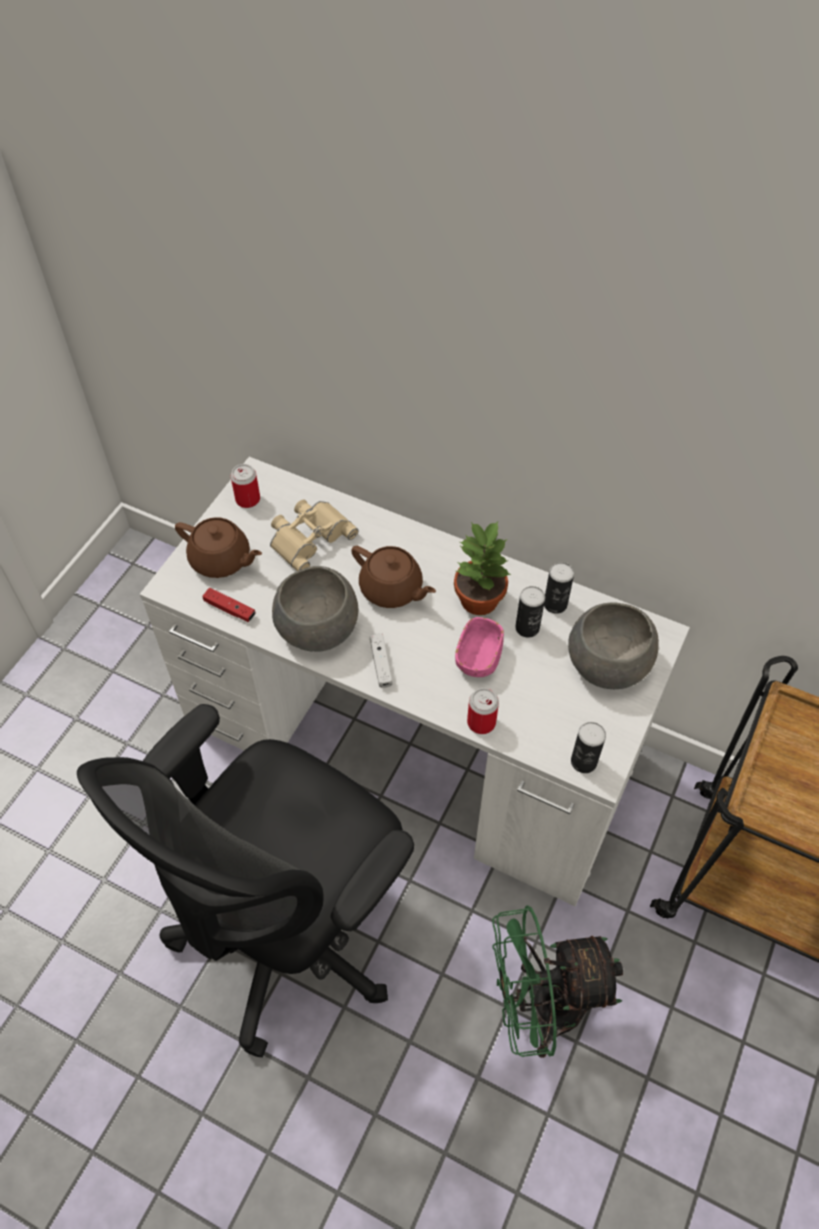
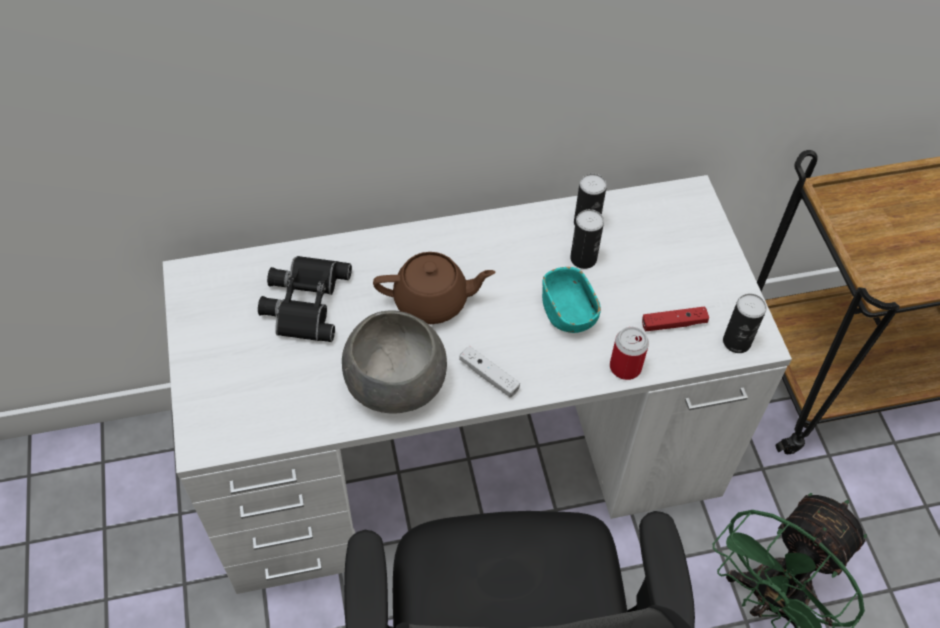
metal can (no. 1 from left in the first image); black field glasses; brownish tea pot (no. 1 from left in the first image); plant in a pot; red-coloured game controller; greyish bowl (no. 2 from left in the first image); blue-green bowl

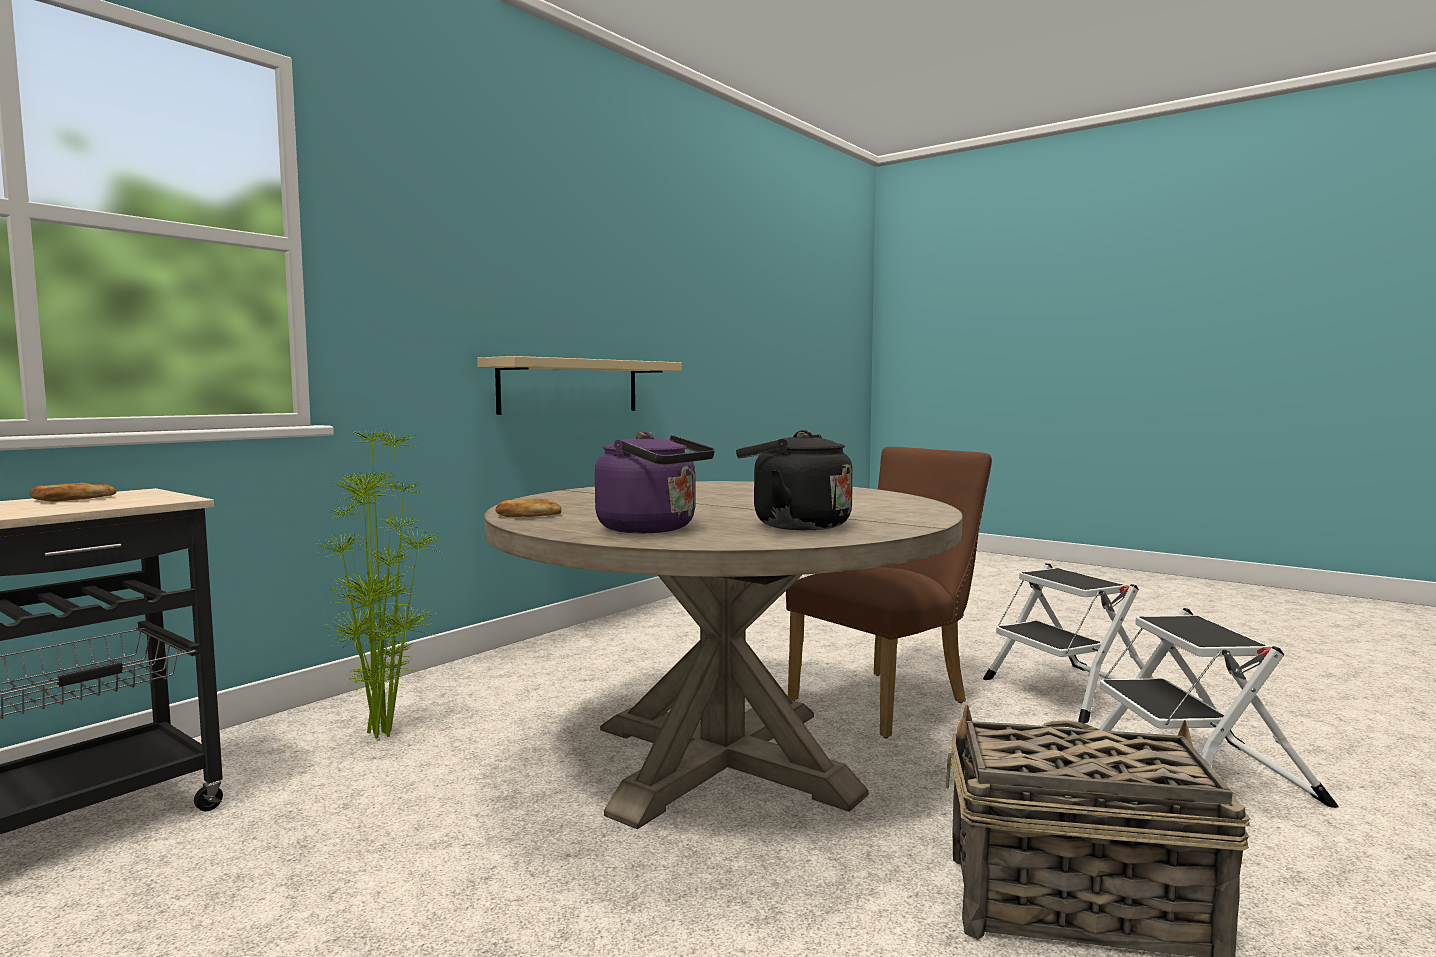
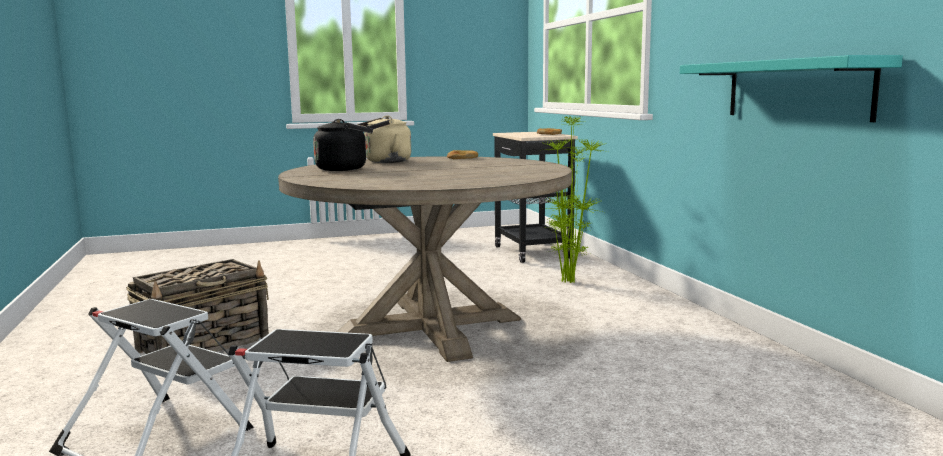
blue-green shelf; beige-coloured kettle; brownish chair

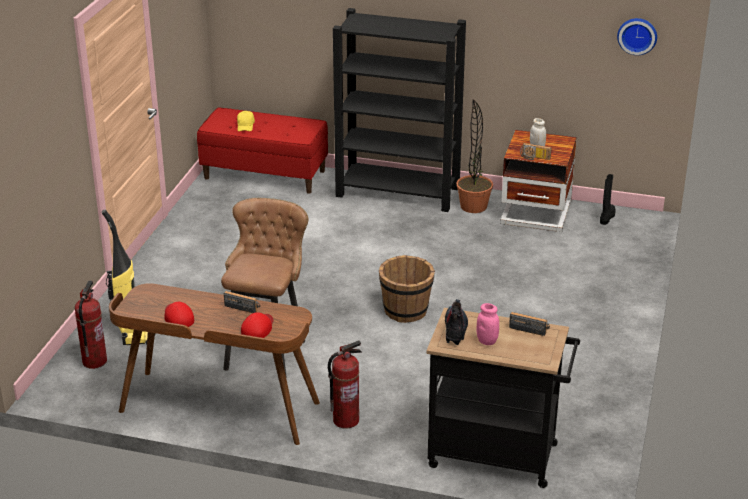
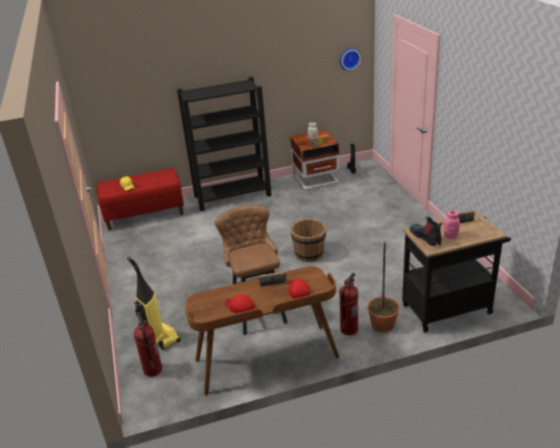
plant in a pot

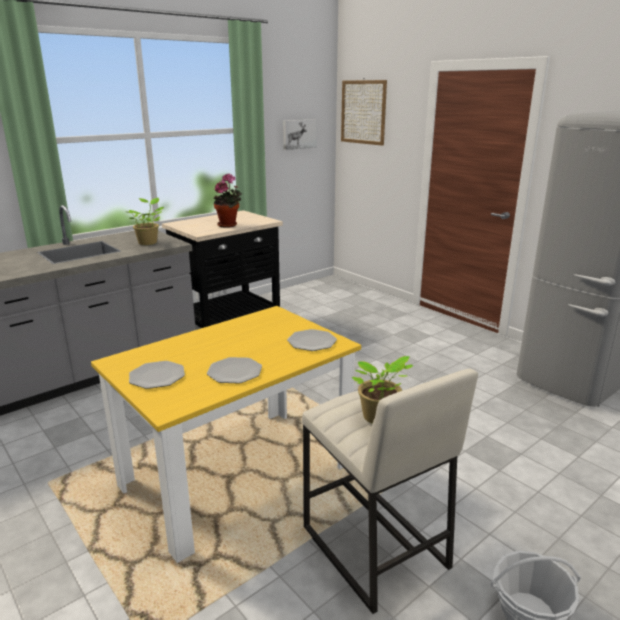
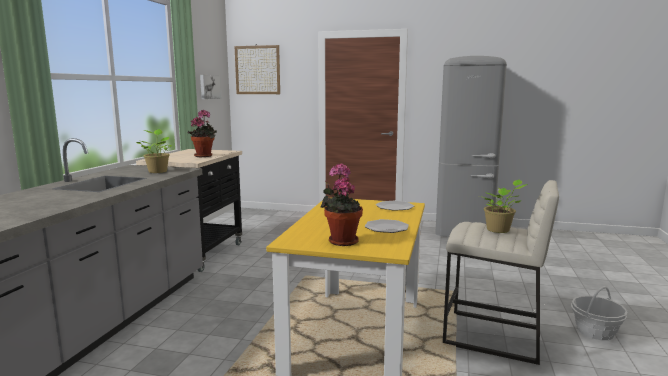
plant in a pot (no. 3 from left)

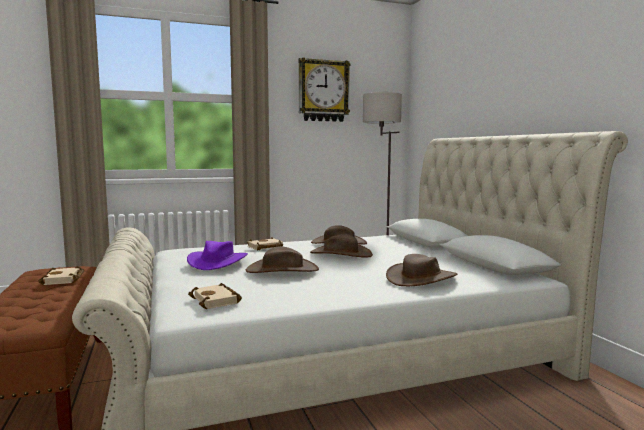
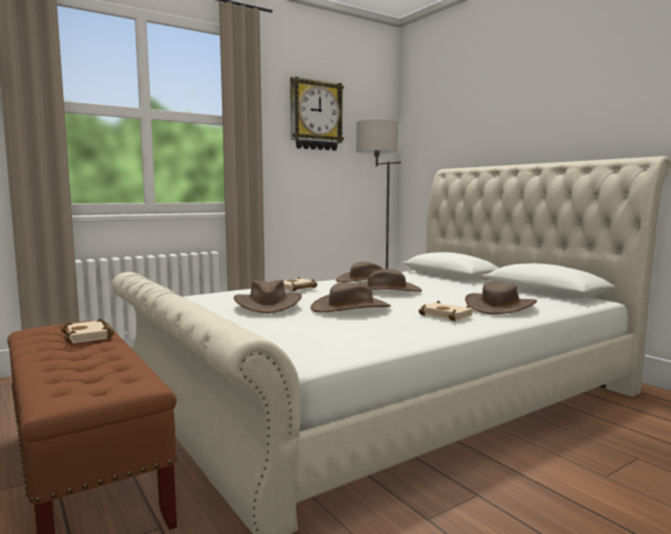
brownish clothing hat (no. 1 from left); beige-coloured book (no. 3 from left)

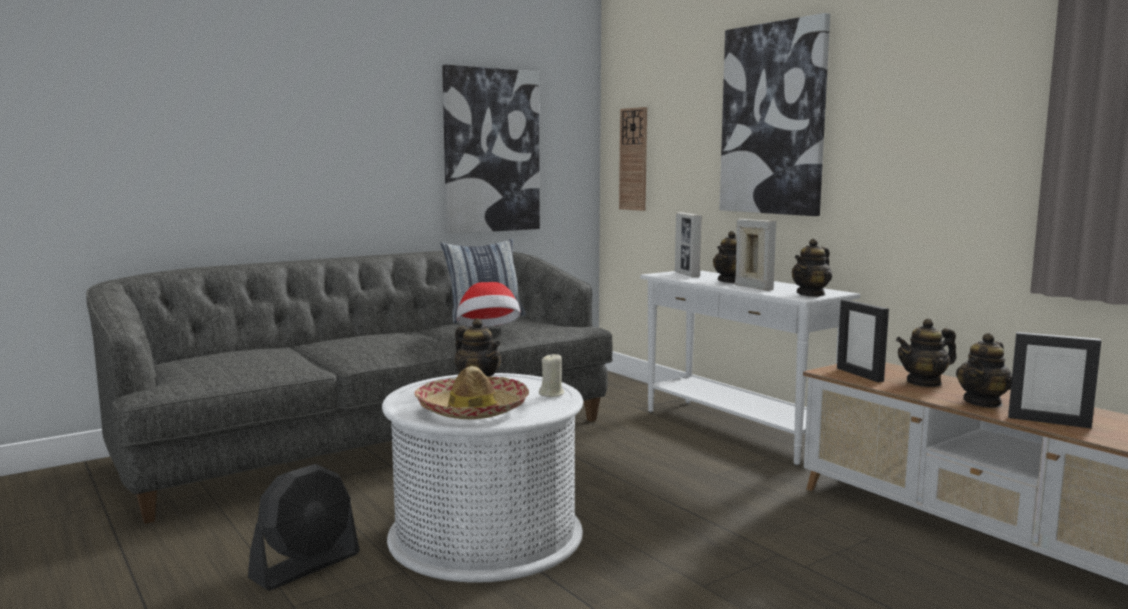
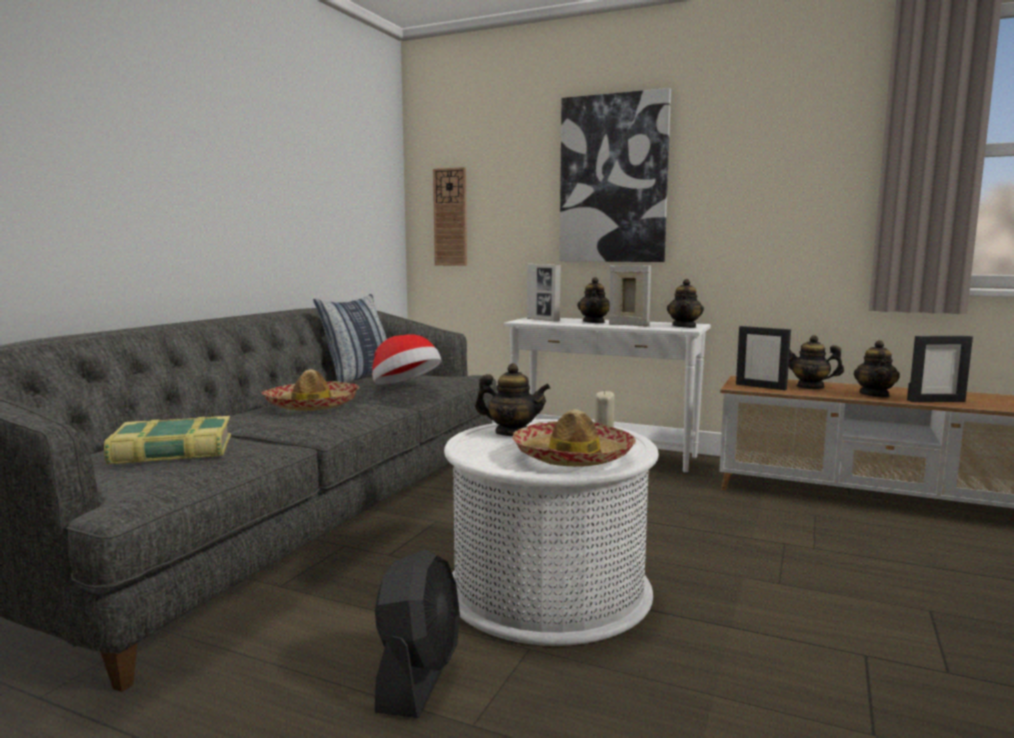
wall art (no. 1 from left in the first image); tea pot (no. 4 from left); clothing hat (no. 1 from left); book

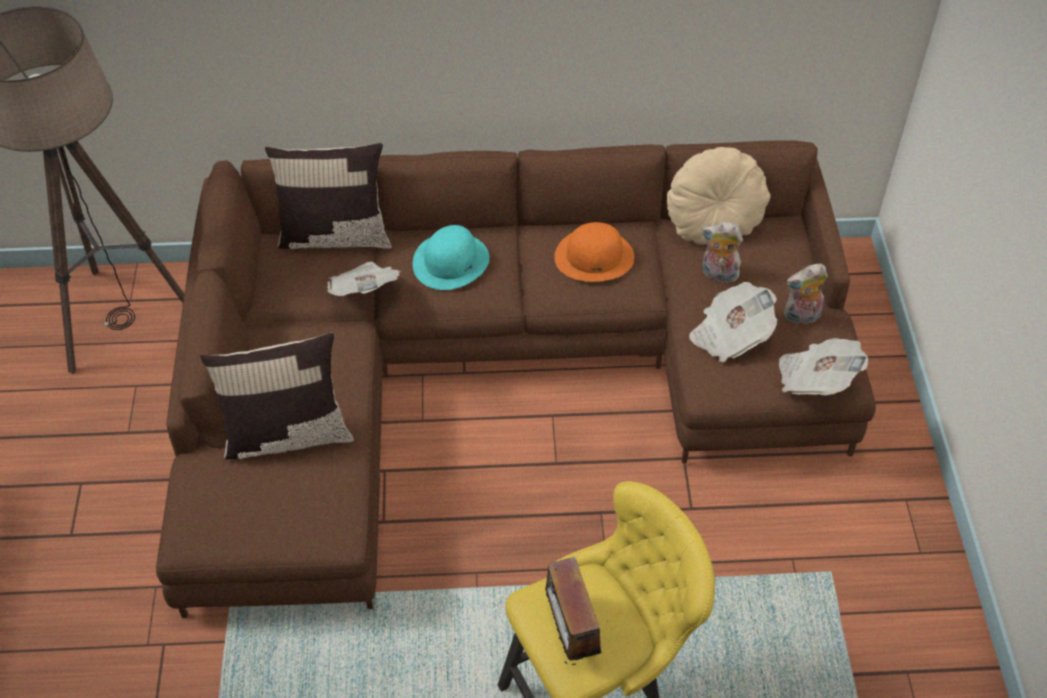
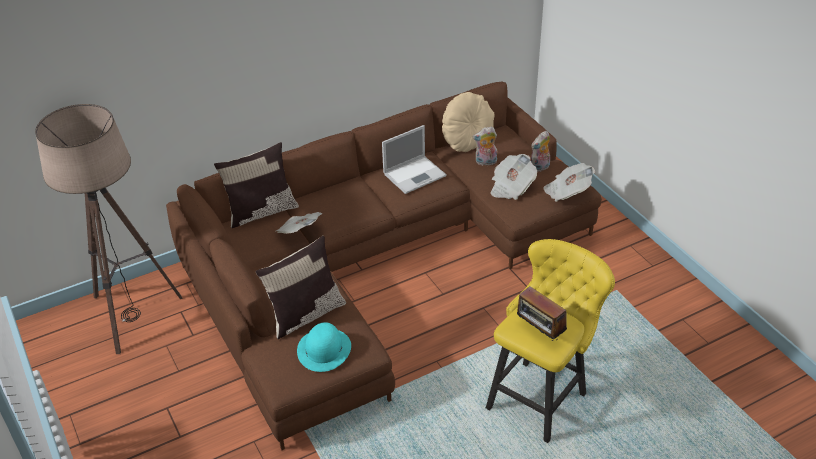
portable computer; blue-green clothing hat

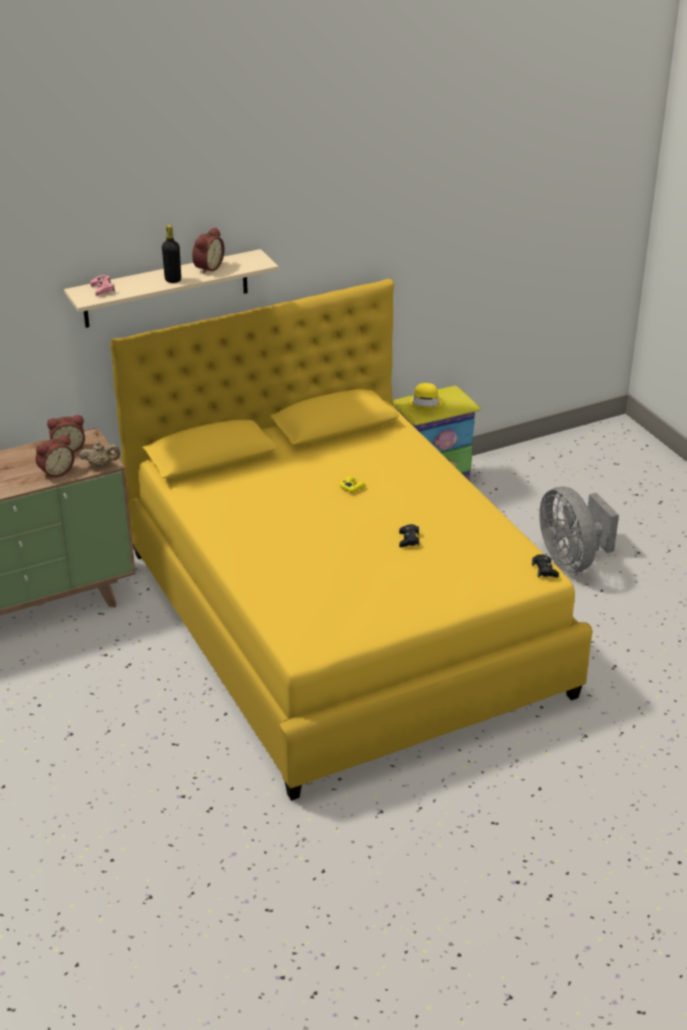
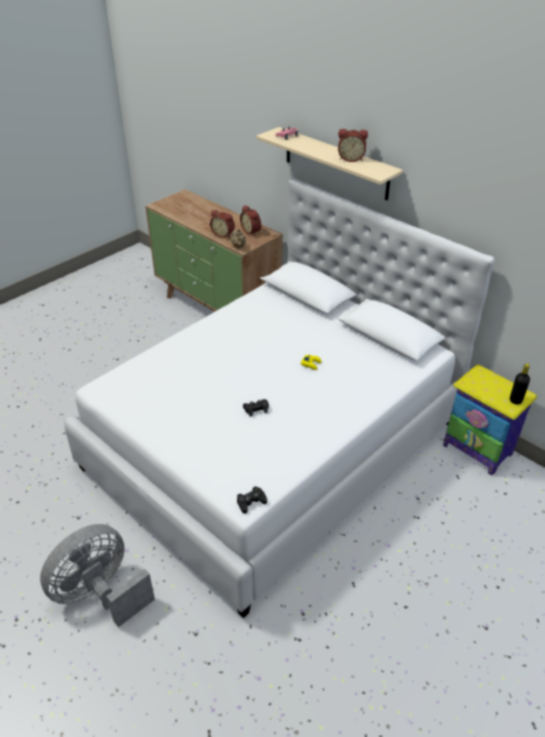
black bottle; white sleeping bed; yellow-coloured clothing hat; greyish fan

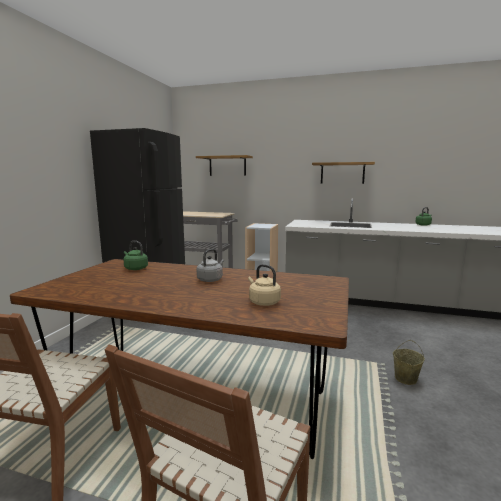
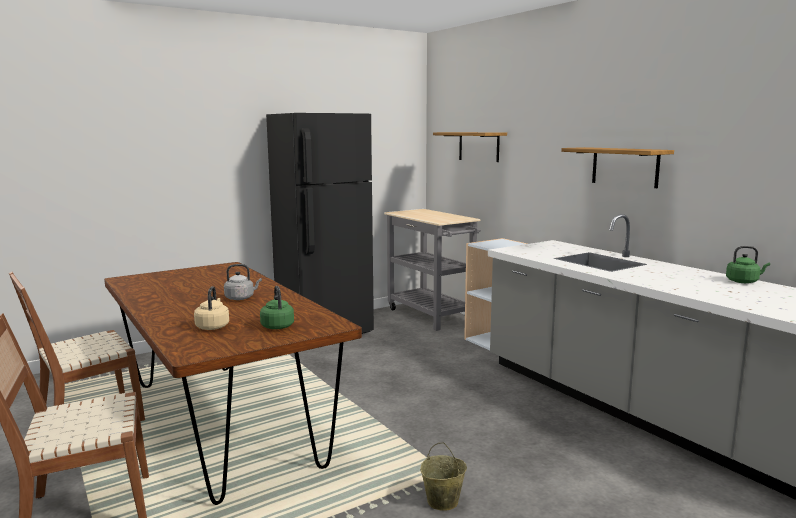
greenish kettle (no. 1 from left)

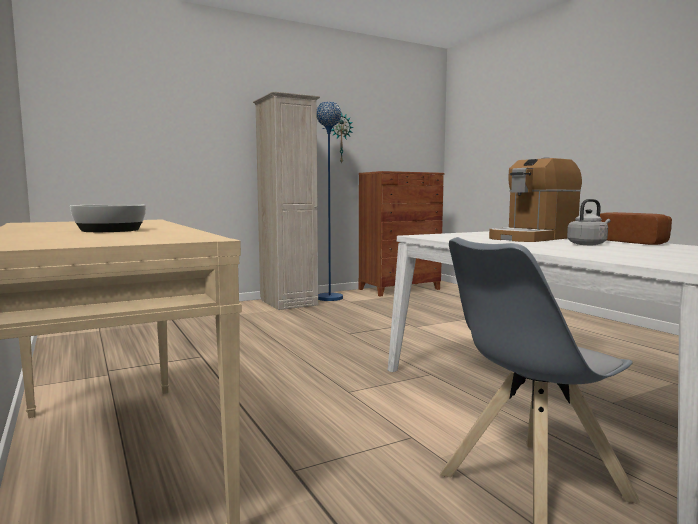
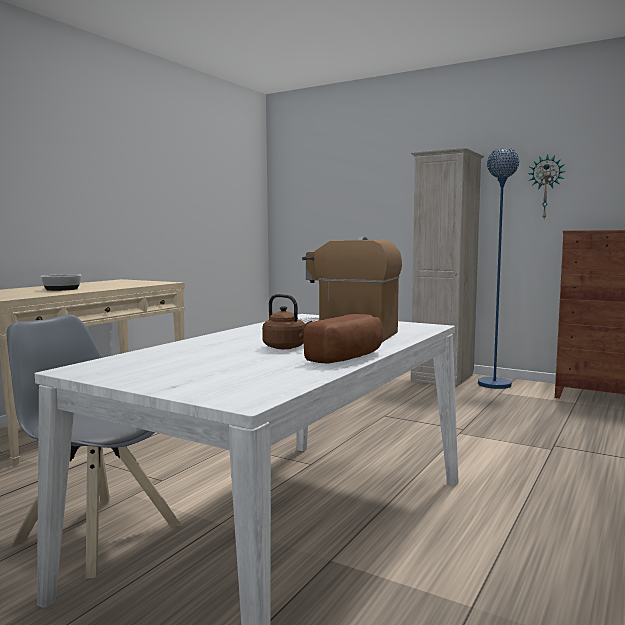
brownish kettle

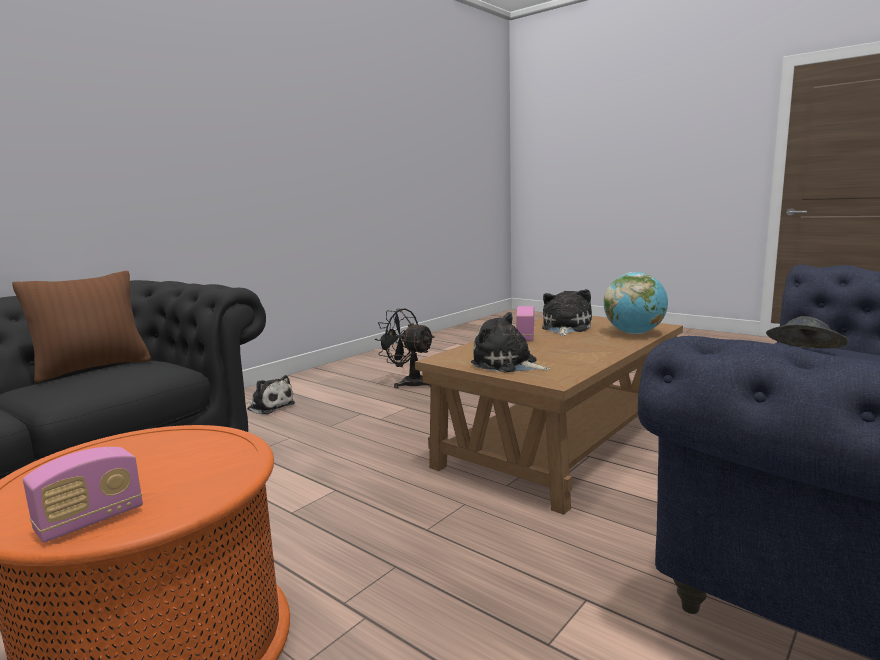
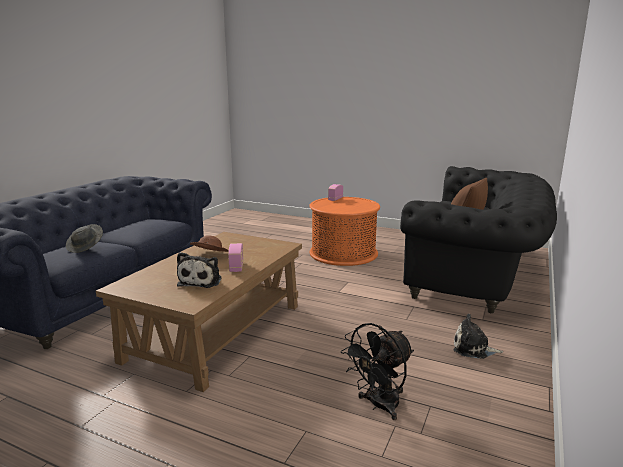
desk globe; black fan; cuddly toy (no. 2 from left in the first image); brownish clothing hat

